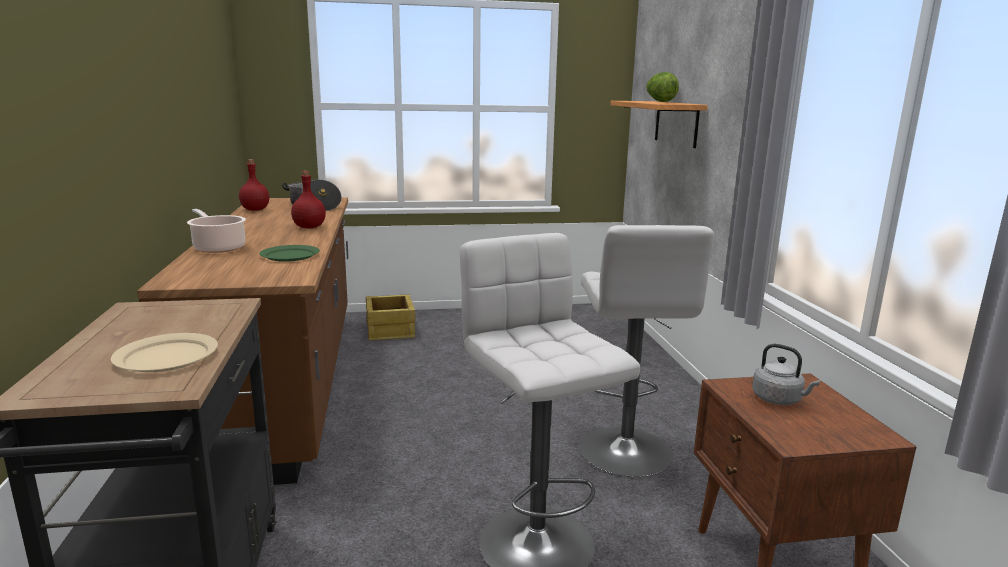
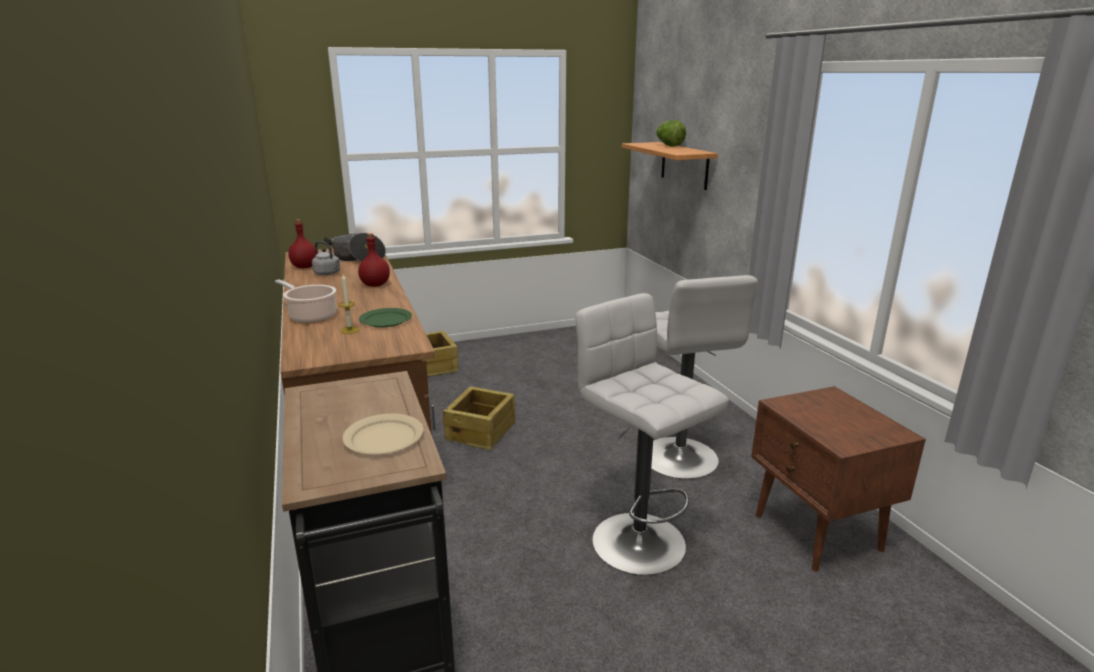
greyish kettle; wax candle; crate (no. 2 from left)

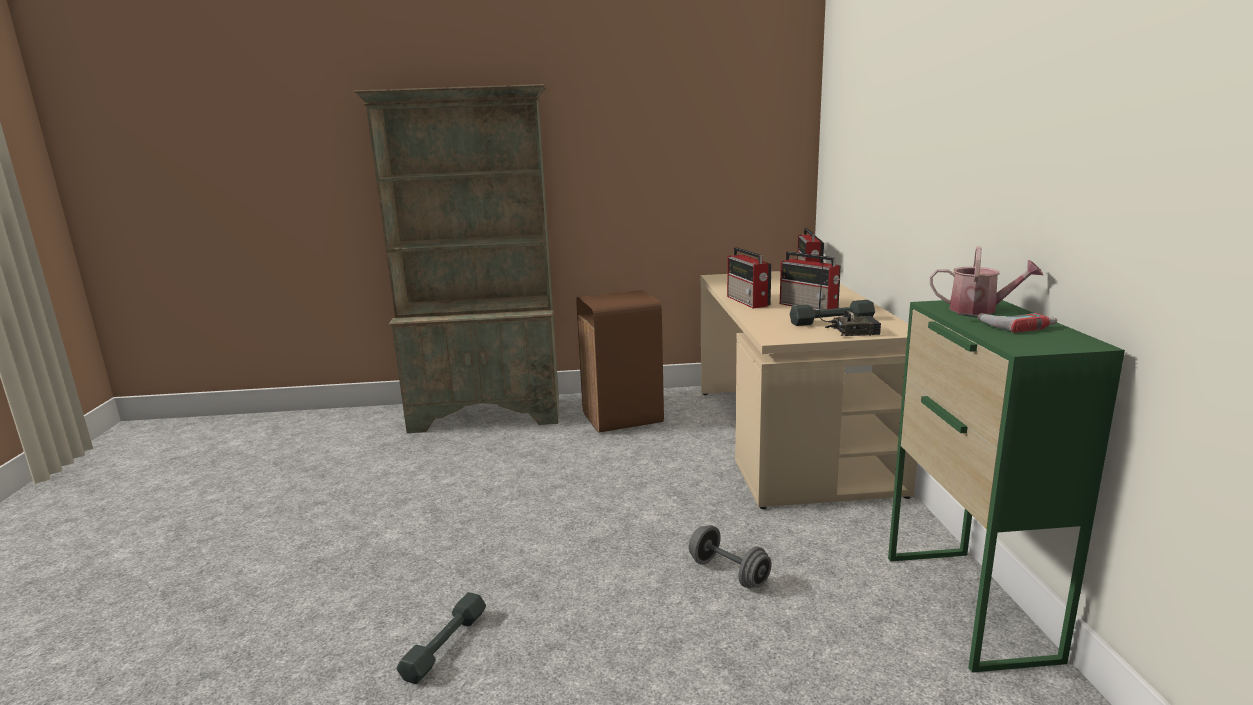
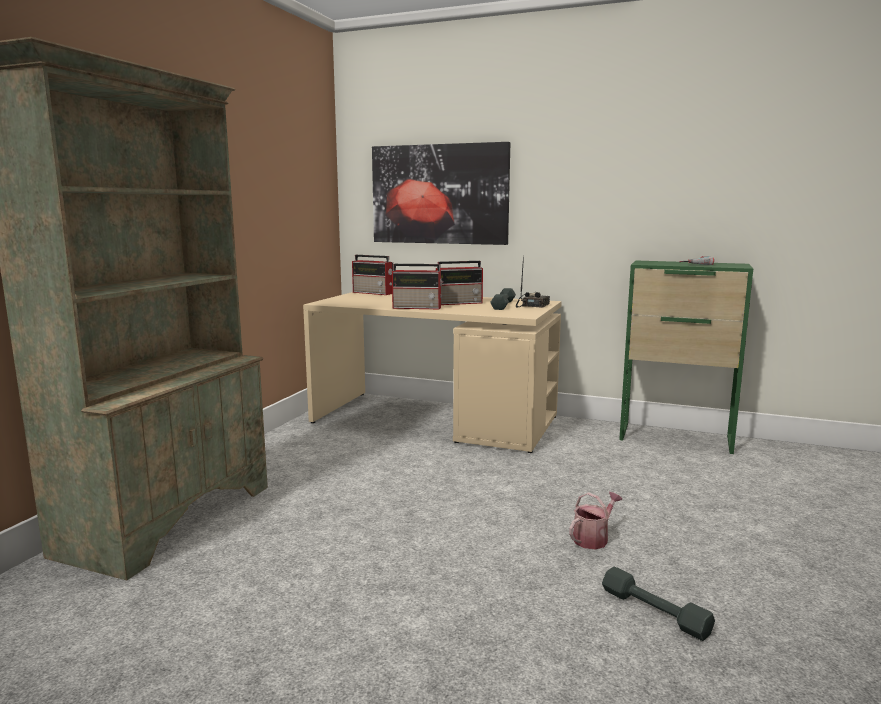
watering can; brownish trash can; greyish free weight (no. 2 from left in the first image); wall art

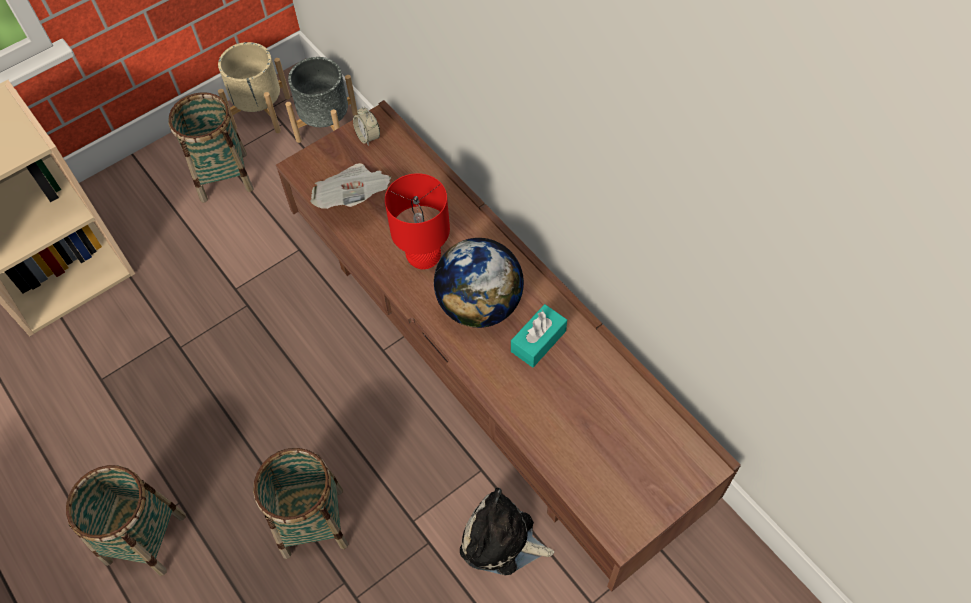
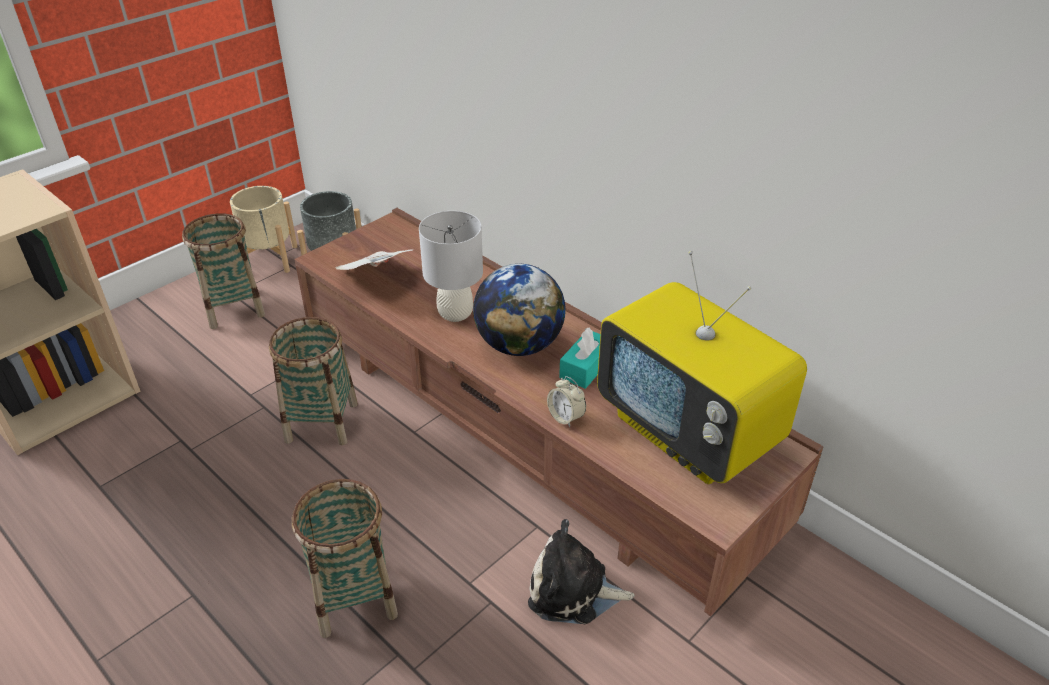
alarm clock; greyish table lamp; storage basket (no. 2 from left); TV set

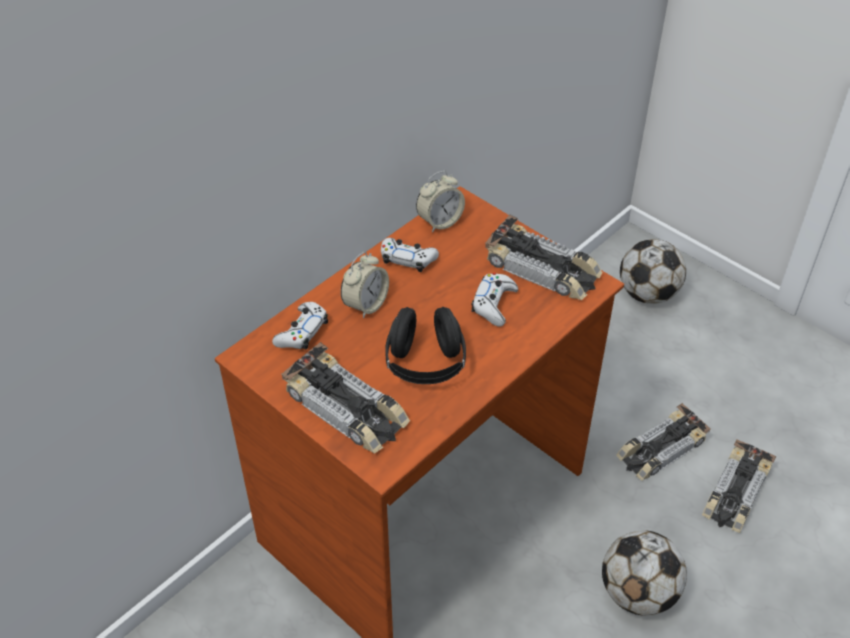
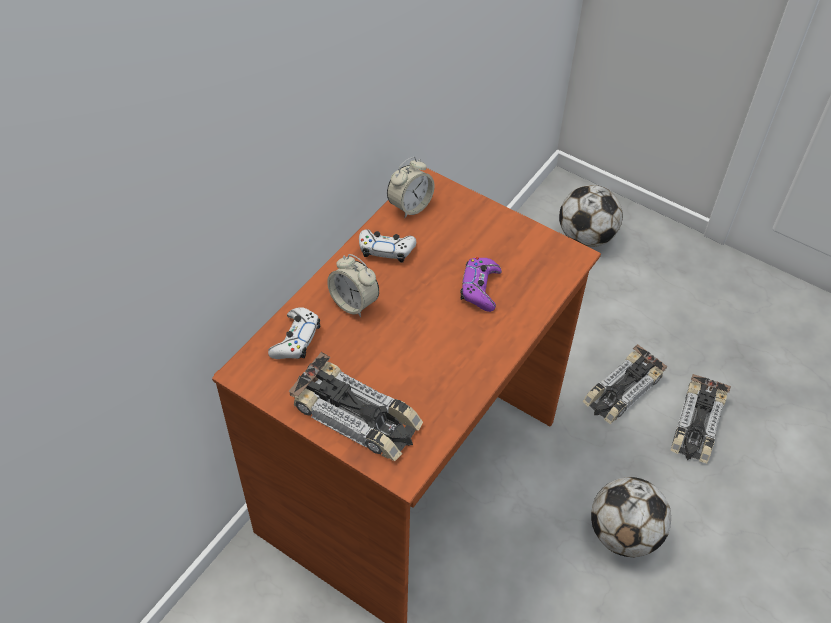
toy car (no. 2 from left in the first image); alarm clock (no. 1 from left); purple-coloured game controller; black headphones

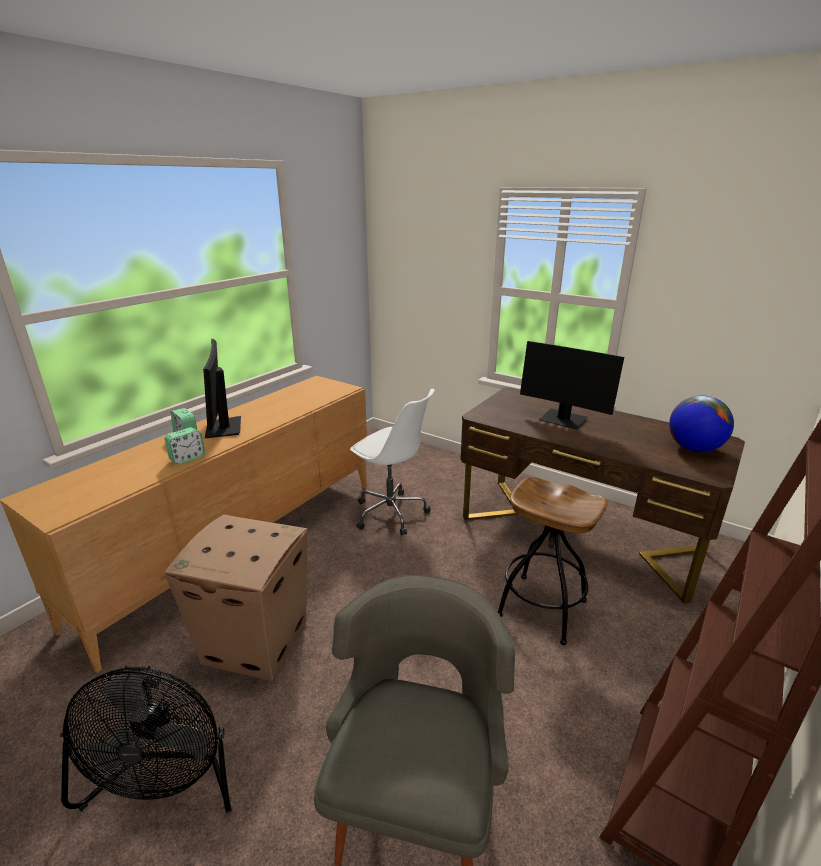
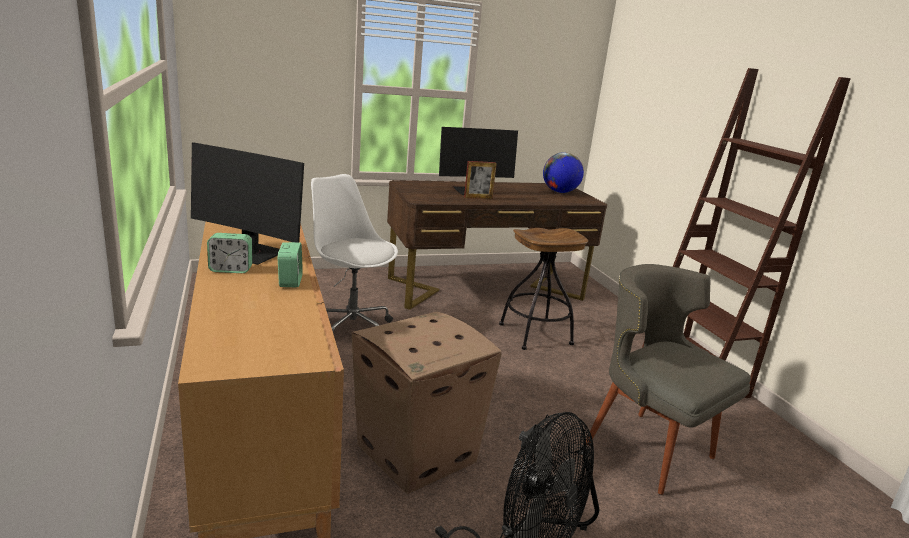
white computer chair; photo frame

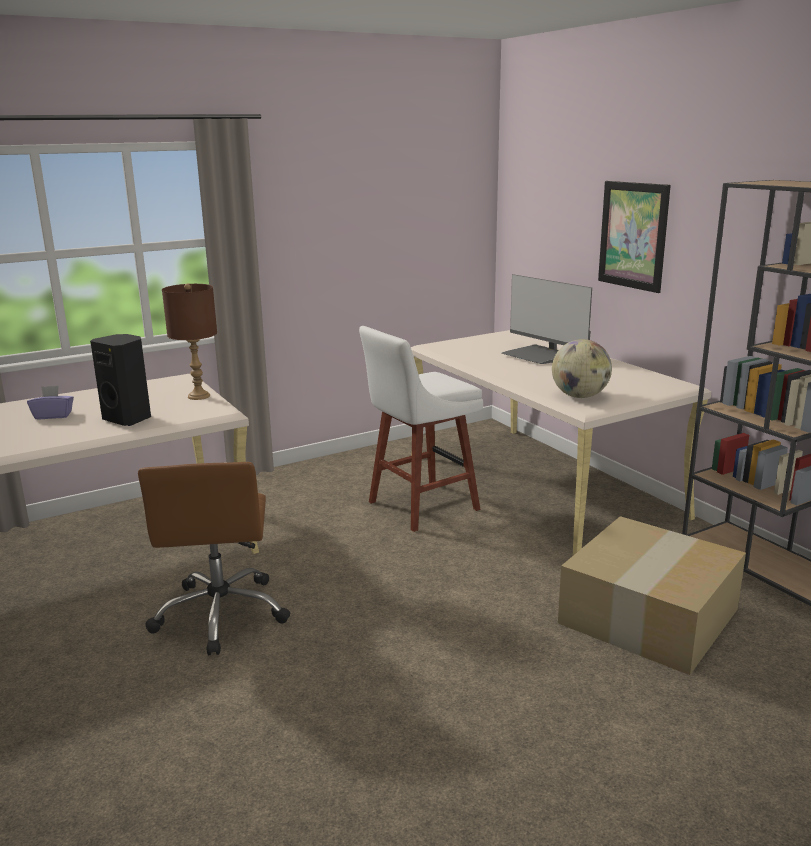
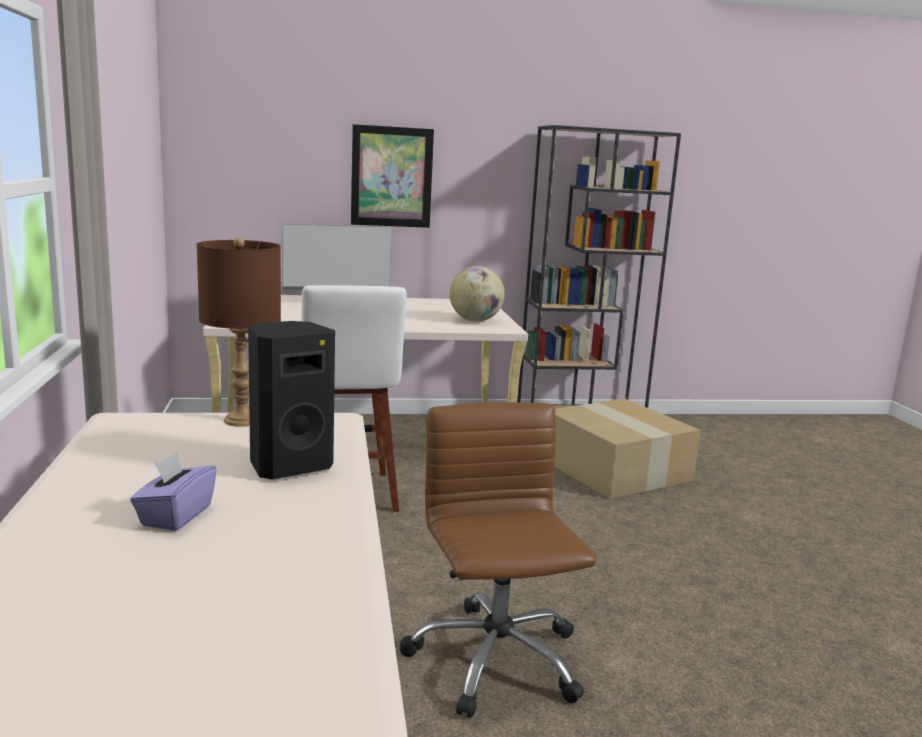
brownish computer chair

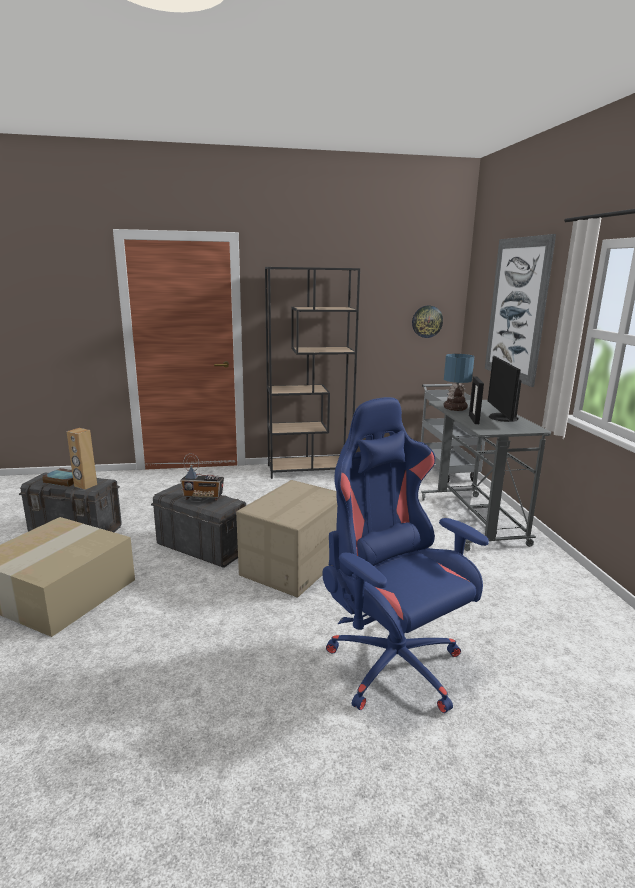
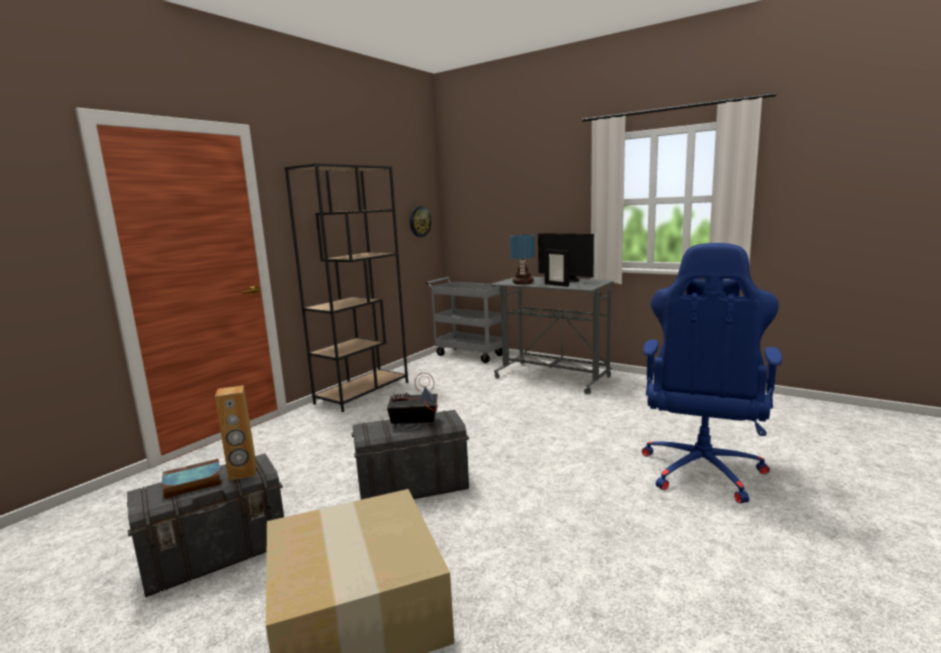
wall art; bluish computer chair; radio receiver; packing box (no. 2 from left in the first image)

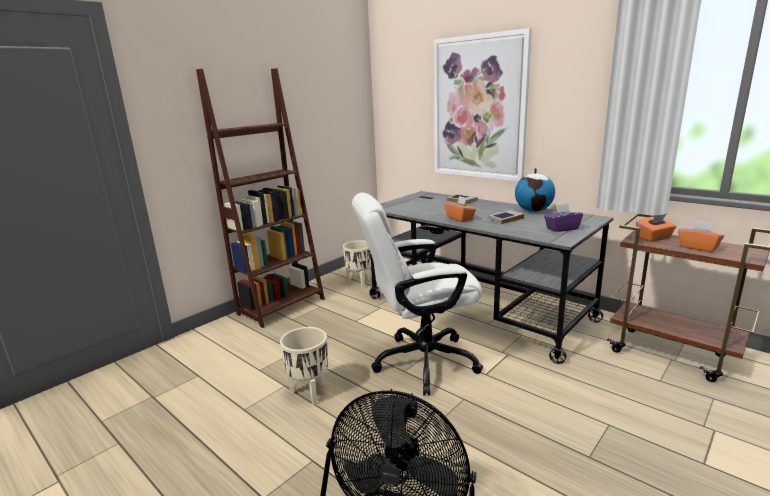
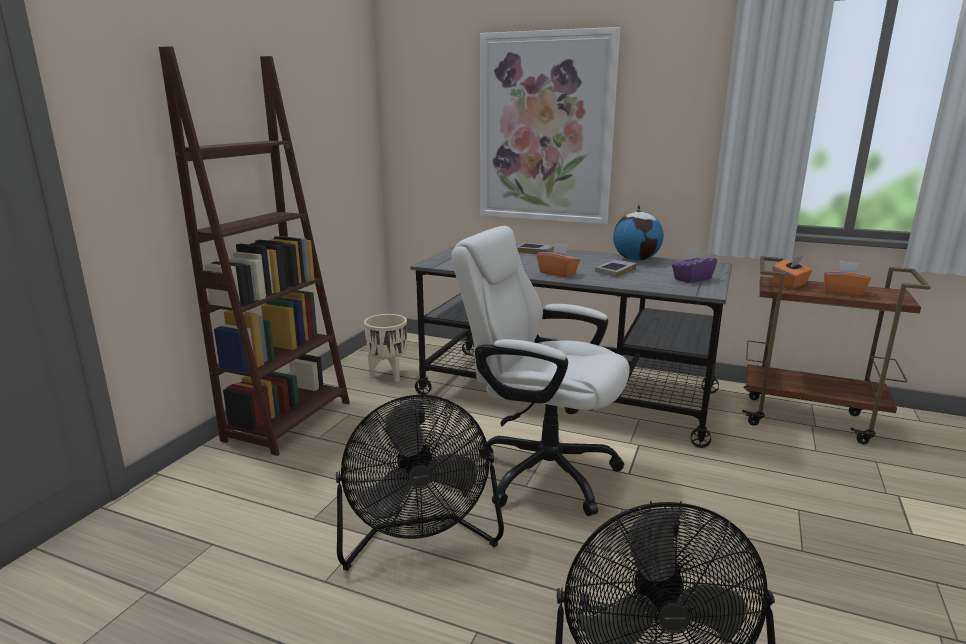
white computer chair; black fan (no. 1 from left)

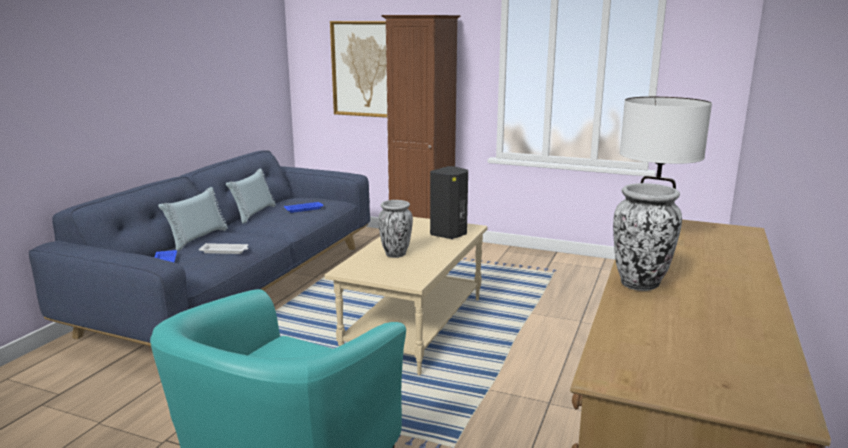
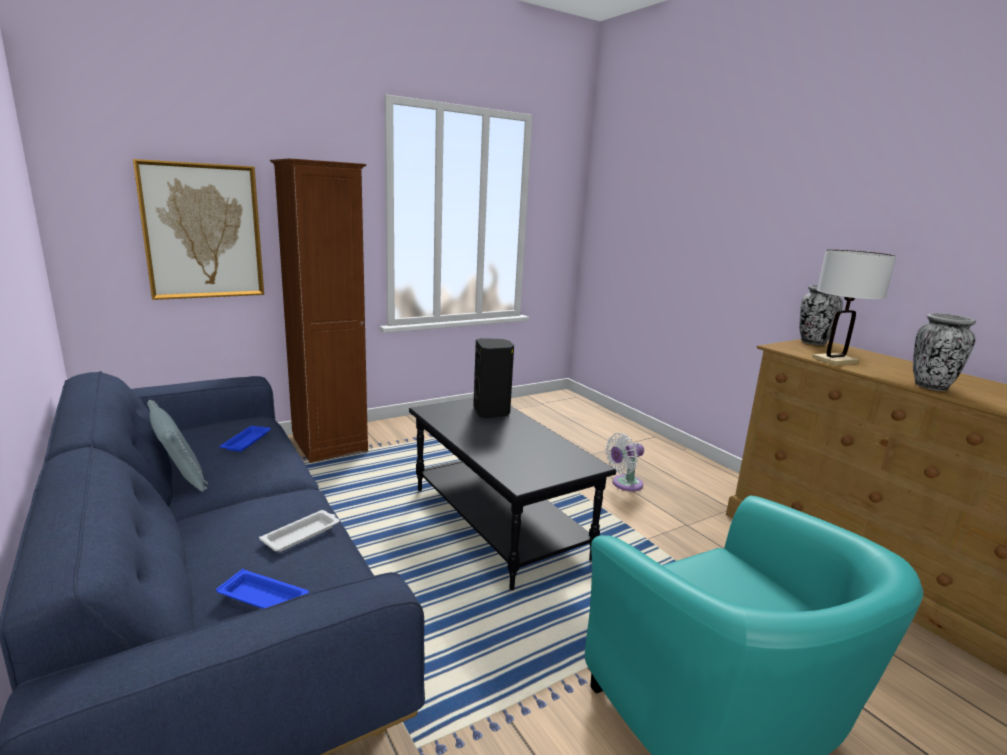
bluish throw pillow (no. 1 from left in the first image); flower vase (no. 1 from left); black lounge table; white fan

